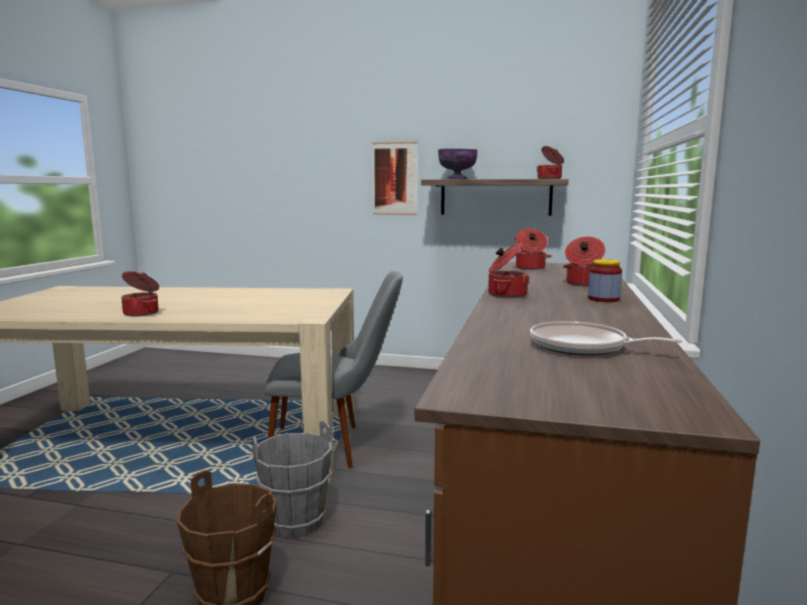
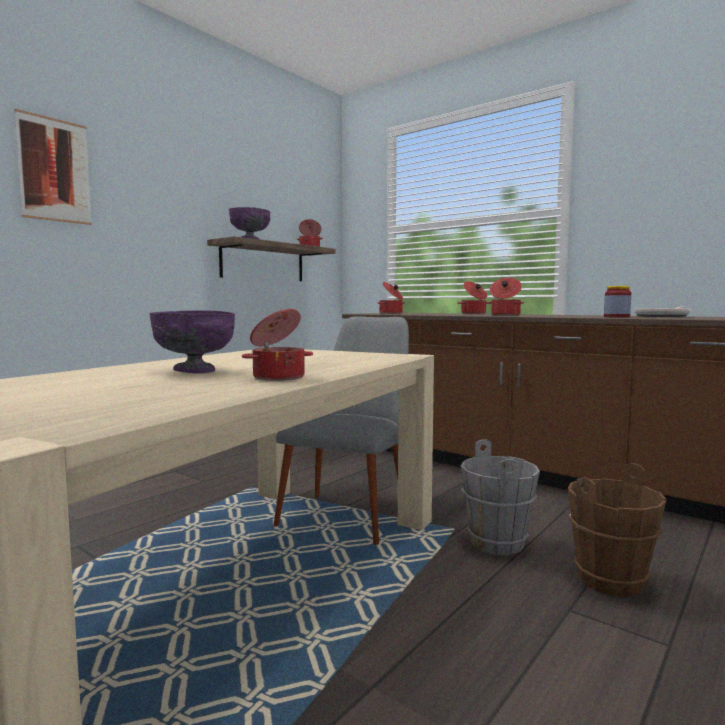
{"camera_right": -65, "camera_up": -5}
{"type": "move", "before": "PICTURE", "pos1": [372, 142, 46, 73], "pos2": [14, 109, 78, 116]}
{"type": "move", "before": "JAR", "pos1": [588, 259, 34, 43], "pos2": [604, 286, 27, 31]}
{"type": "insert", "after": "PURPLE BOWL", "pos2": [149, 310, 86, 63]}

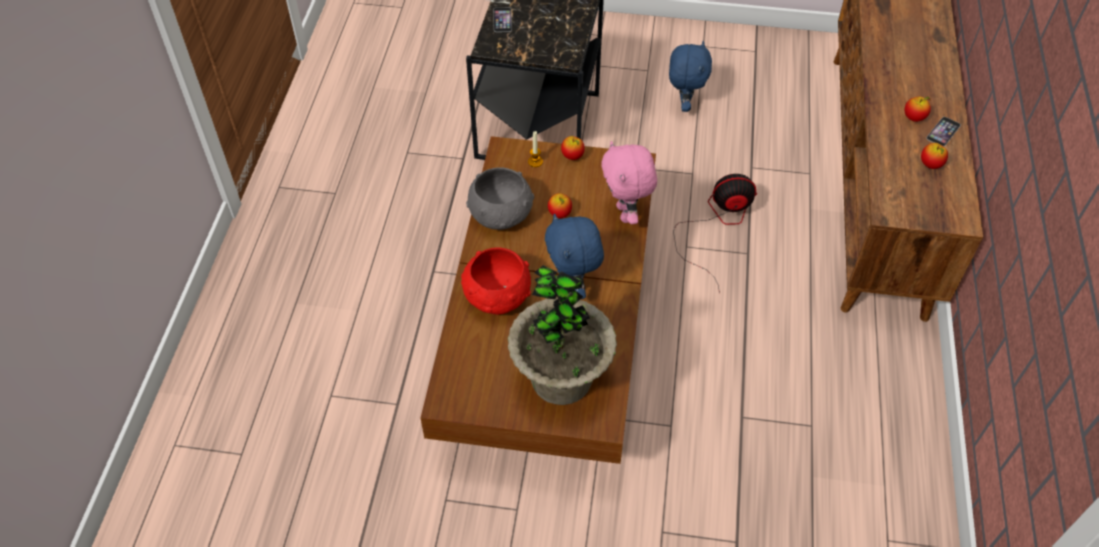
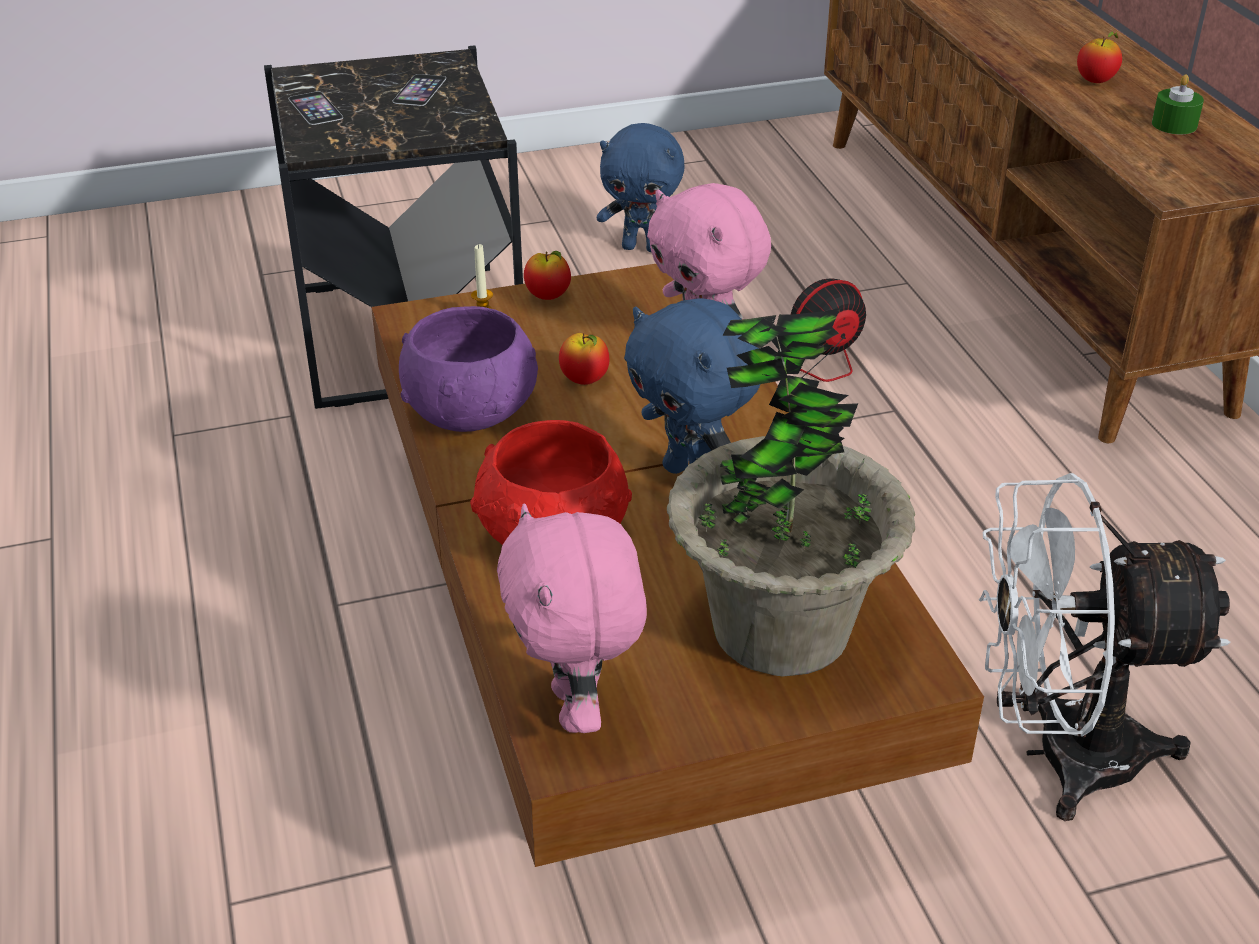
{"camera_right": -25, "camera_up": -15}
{"type": "recolor", "before": "GREY BOWL", "after": "PURPLE BOWL", "pos1": [466, 167, 68, 63], "pos2": [399, 306, 139, 126]}
{"type": "rotate", "before": "BLUE PLUSH TOY", "pos1": [669, 41, 43, 71], "pos2": [597, 123, 88, 129], "turn": 120}
{"type": "replace", "before": "APPLE", "after": "GREEN CANDLE", "pos1": [921, 143, 27, 26], "pos2": [1152, 74, 52, 60]}
{"type": "move", "before": "PHONE", "pos1": [926, 117, 35, 30], "pos2": [393, 74, 53, 32]}
{"type": "insert", "after": "PINK PLUSH TOY", "pos2": [497, 504, 150, 229]}
{"type": "insert", "after": "WHITE FAN", "pos2": [979, 473, 251, 348]}

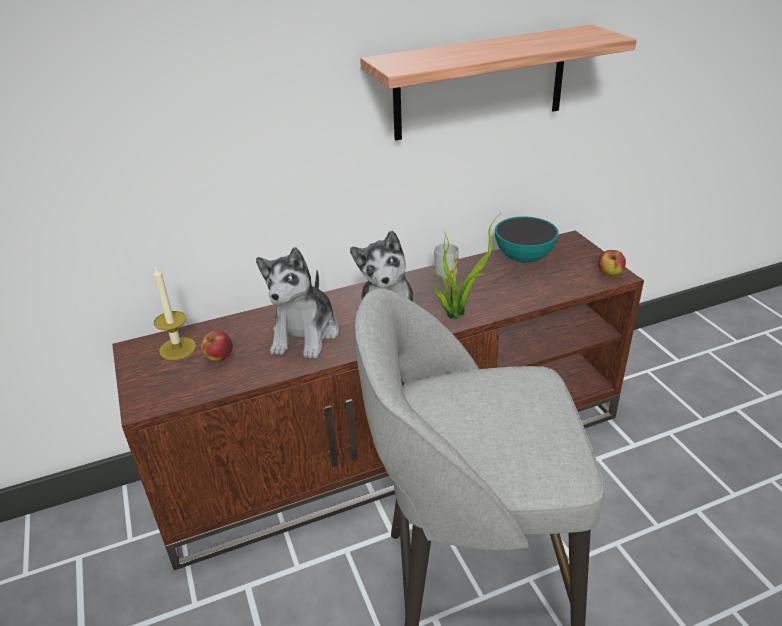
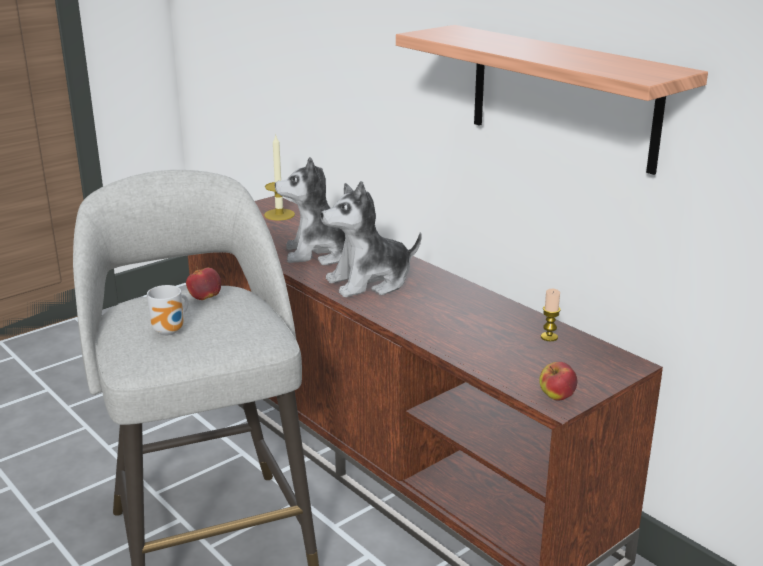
{"camera_right": 70, "camera_up": -10}
{"type": "move", "before": "APPLE", "pos1": [201, 331, 32, 31], "pos2": [186, 266, 35, 34]}
{"type": "delete", "before": "POTTED PLANT", "pos1": [432, 213, 69, 106]}
{"type": "move", "before": "MUG", "pos1": [434, 243, 25, 37], "pos2": [147, 285, 41, 51]}
{"type": "replace", "before": "BOWL", "after": "CANDLE", "pos1": [495, 216, 64, 47], "pos2": [541, 289, 20, 52]}

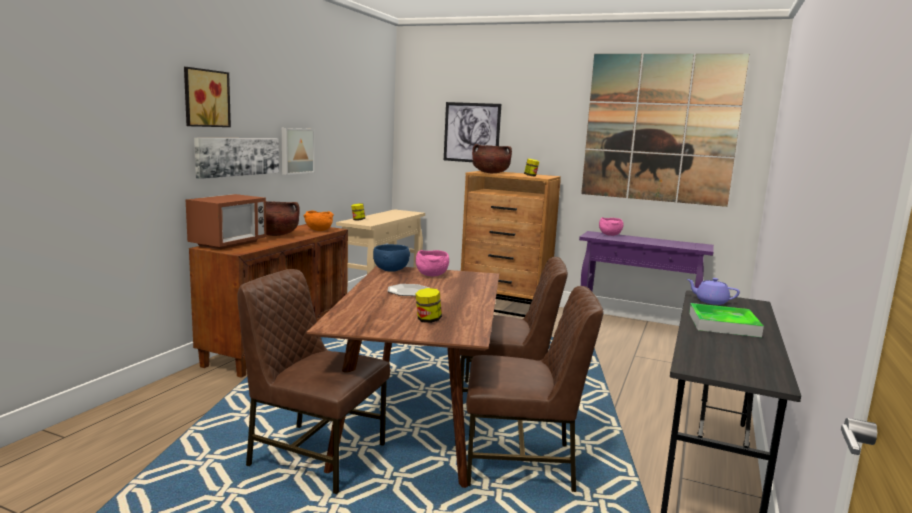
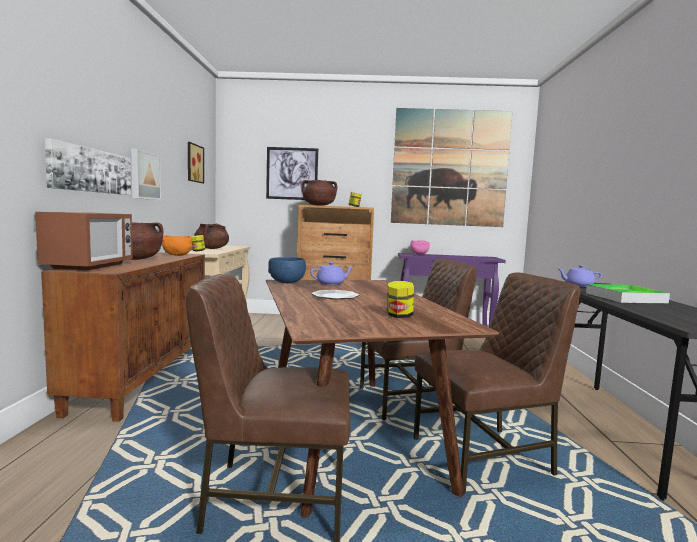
{"camera_right": -20, "camera_up": -5}
{"type": "move", "before": "PICTURE", "pos1": [184, 67, 47, 60], "pos2": [188, 142, 16, 41]}
{"type": "replace", "before": "PINK BOWL", "after": "PURPLE TEAPOT", "pos1": [416, 250, 33, 26], "pos2": [310, 262, 43, 23]}
{"type": "insert", "after": "BROWN COOKING POT", "pos2": [194, 224, 35, 25]}

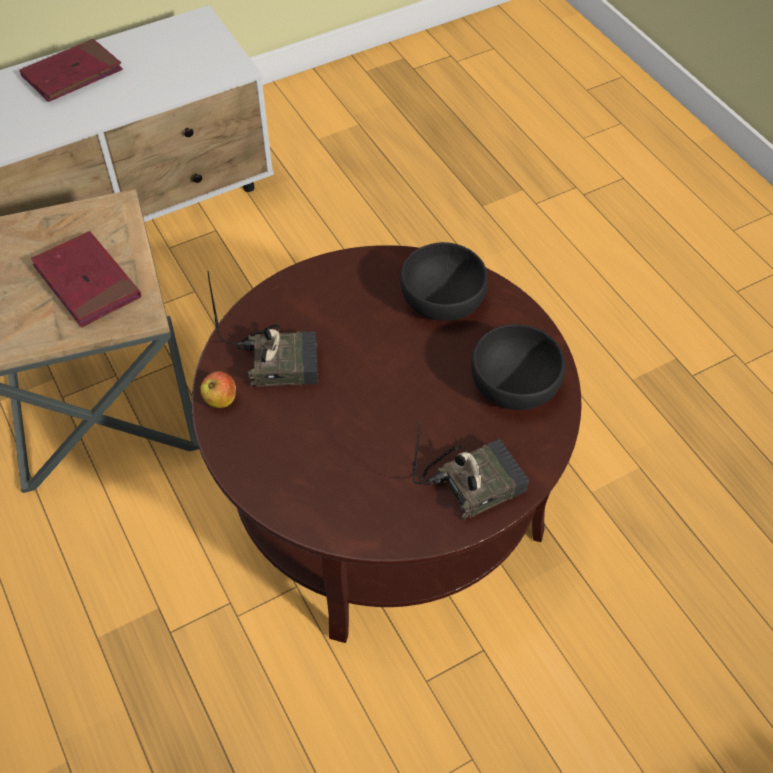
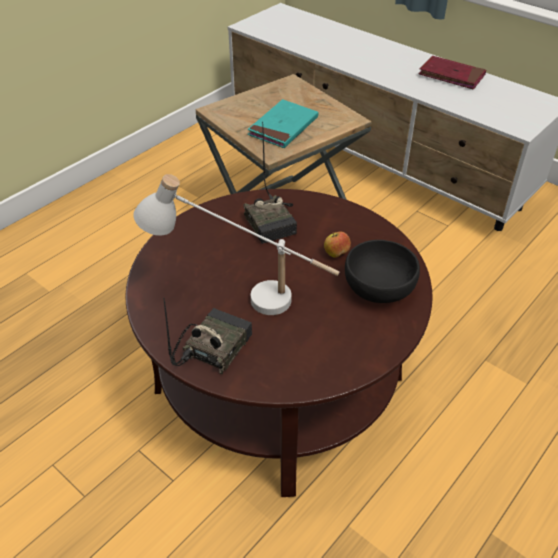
{"camera_right": 70, "camera_up": -10}
{"type": "recolor", "before": "RED BOOK", "after": "TURQUOISE BOOK", "pos1": [31, 231, 110, 96], "pos2": [248, 99, 70, 49]}
{"type": "move", "before": "APPLE", "pos1": [200, 371, 36, 37], "pos2": [324, 232, 27, 25]}
{"type": "rotate", "before": "RADIO", "pos1": [412, 420, 117, 100], "pos2": [163, 298, 89, 77], "turn": -105}
{"type": "delete", "before": "BLACK BOWL", "pos1": [471, 324, 95, 86]}
{"type": "insert", "after": "WHITE TABLE LAMP", "pos2": [133, 174, 206, 141]}

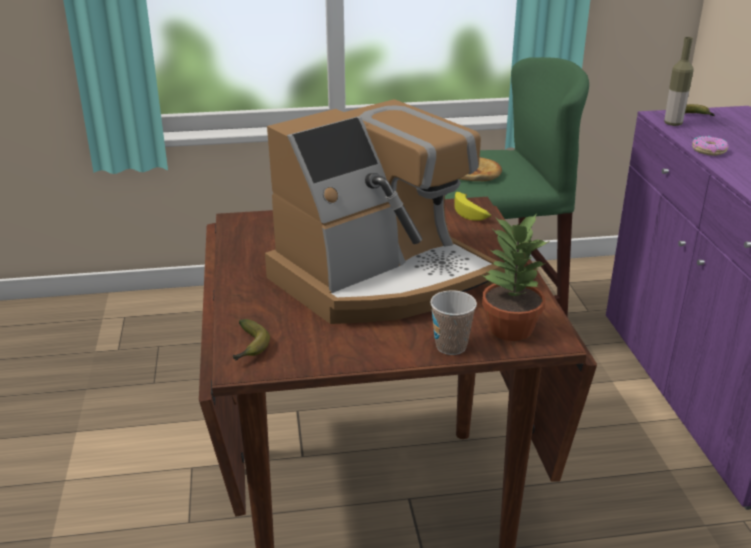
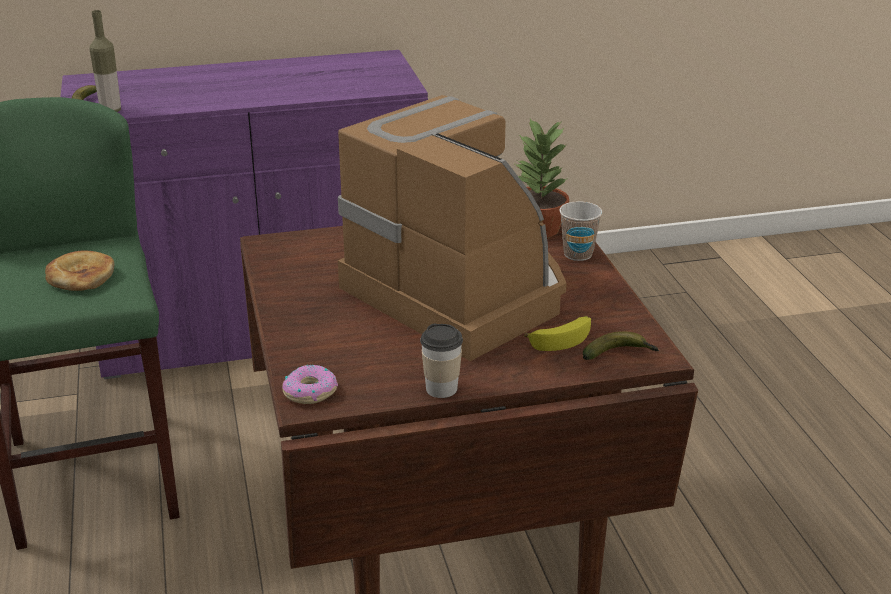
{"camera_right": -95, "camera_up": 0}
{"type": "move", "before": "BANANA", "pos1": [454, 192, 37, 29], "pos2": [524, 316, 67, 35]}
{"type": "move", "before": "DONUT", "pos1": [692, 136, 37, 20], "pos2": [282, 365, 56, 39]}
{"type": "insert", "after": "CUP", "pos2": [420, 324, 43, 74]}

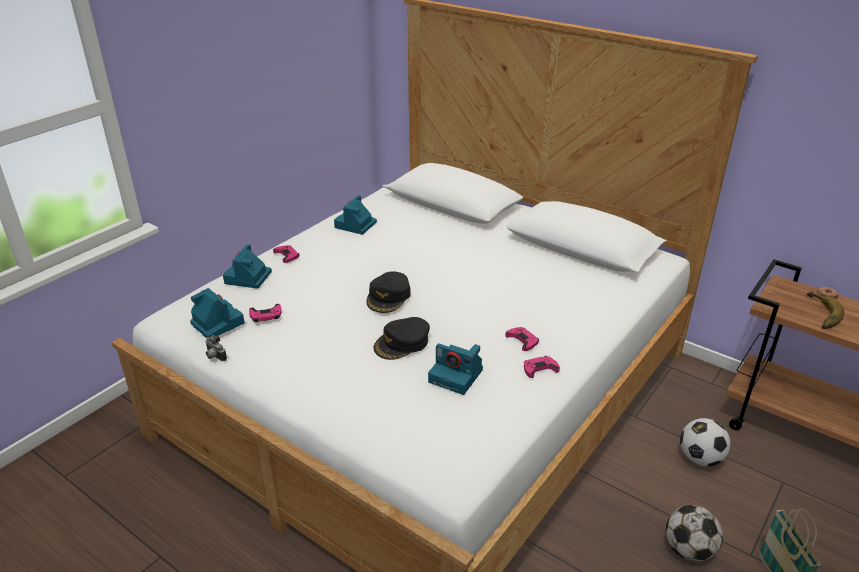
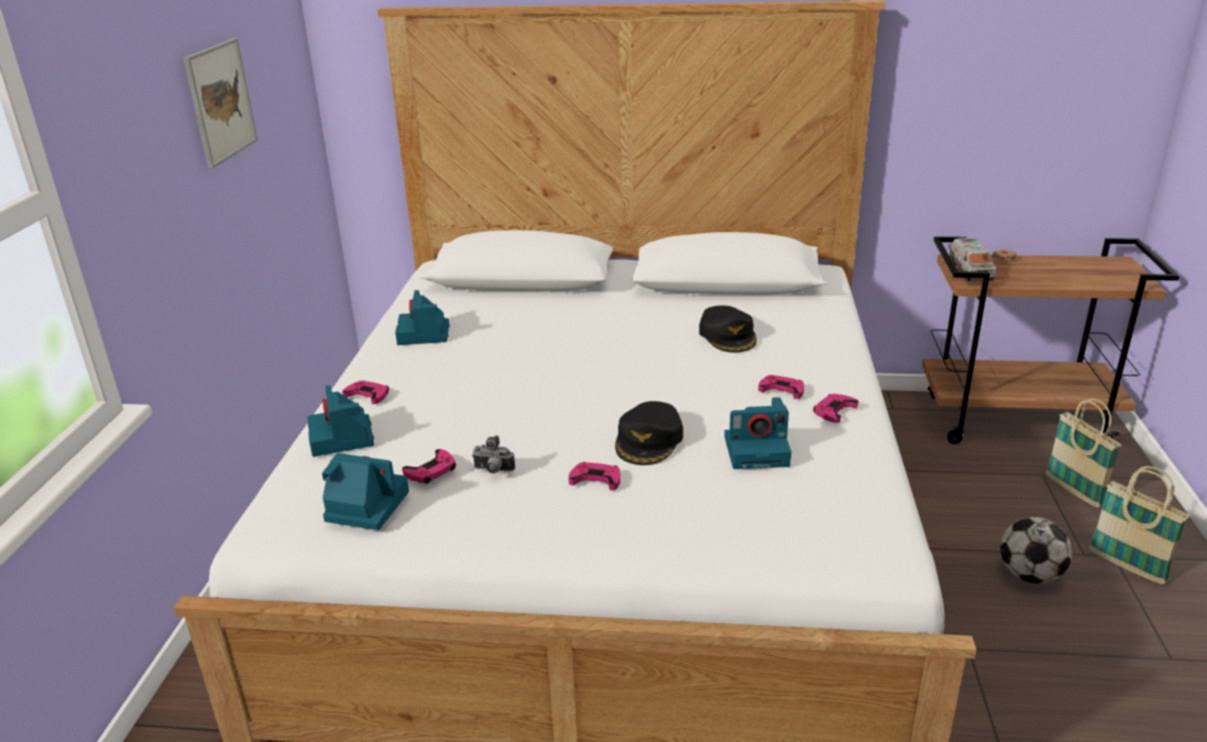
{"camera_right": -30, "camera_up": -5}
{"type": "move", "before": "PHOTO CAMERA", "pos1": [206, 335, 21, 26], "pos2": [472, 435, 43, 39]}
{"type": "move", "before": "BLACK CAP", "pos1": [367, 272, 44, 41], "pos2": [699, 305, 58, 48]}
{"type": "delete", "before": "FOOTBALL", "pos1": [680, 418, 51, 48]}
{"type": "delete", "before": "BANANA", "pos1": [807, 291, 37, 38]}
{"type": "insert", "after": "PICTURE", "pos2": [183, 38, 75, 131]}
{"type": "insert", "after": "PINK GAME CONTROLLER", "pos2": [569, 462, 51, 28]}
{"type": "insert", "after": "TOY TRUCK", "pos2": [949, 238, 47, 43]}
{"type": "insert", "after": "BASKET", "pos2": [1046, 398, 76, 110]}

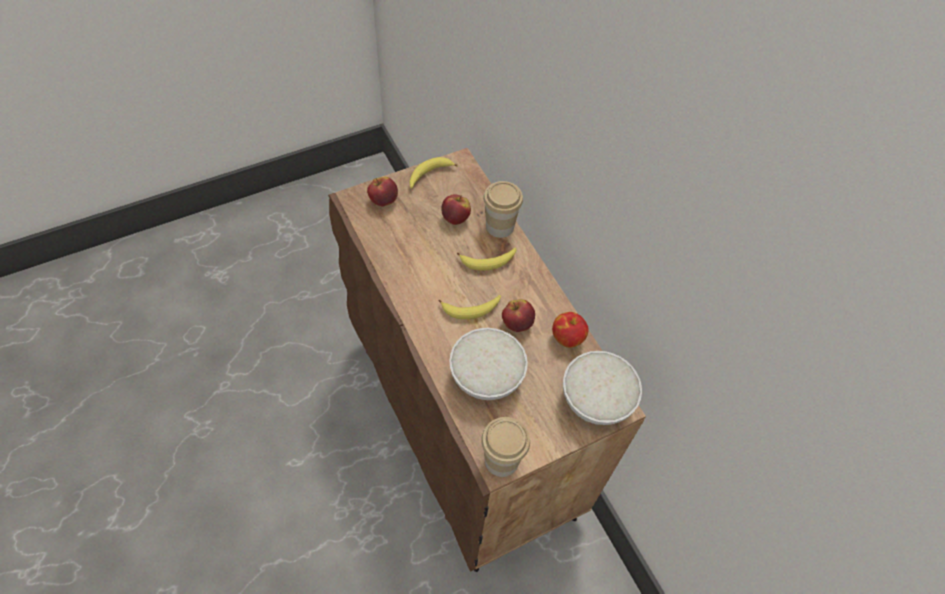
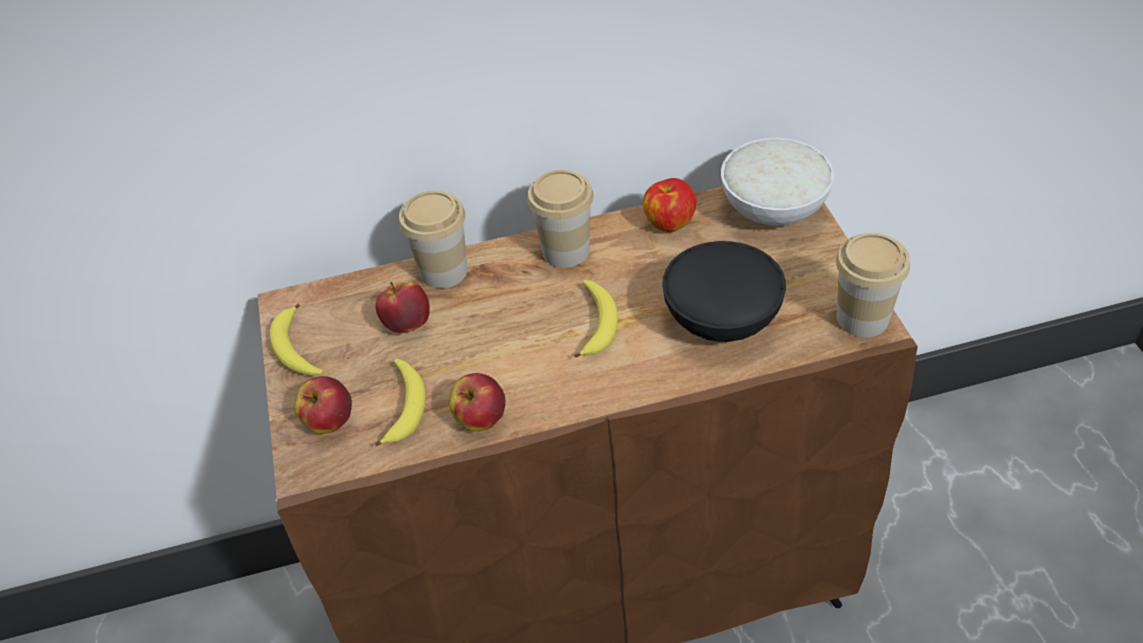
{"camera_right": -70, "camera_up": -10}
{"type": "recolor", "before": "WHITE BOWL", "after": "BLACK BOWL", "pos1": [449, 328, 79, 72], "pos2": [662, 241, 124, 101]}
{"type": "move", "before": "BANANA", "pos1": [457, 248, 60, 23], "pos2": [375, 359, 51, 87]}
{"type": "move", "before": "APPLE", "pos1": [502, 299, 33, 33], "pos2": [449, 373, 57, 58]}
{"type": "insert", "after": "CUP", "pos2": [527, 170, 67, 98]}

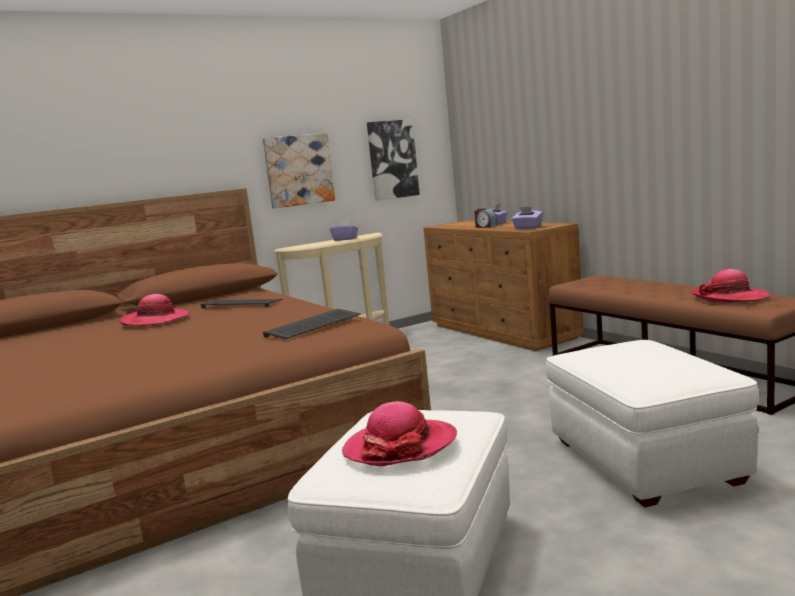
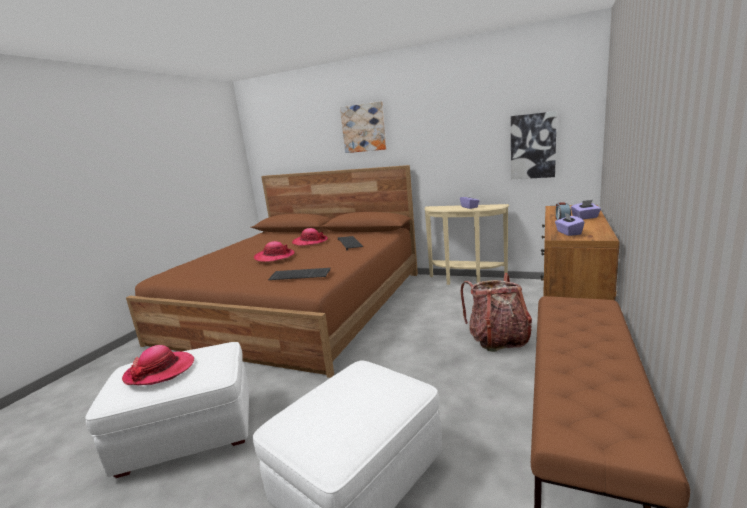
{"camera_right": 55, "camera_up": 5}
{"type": "move", "before": "PICTURE", "pos1": [263, 133, 72, 75], "pos2": [340, 101, 47, 52]}
{"type": "move", "before": "HAT", "pos1": [691, 269, 79, 34], "pos2": [254, 241, 41, 21]}
{"type": "insert", "after": "BACKPACK", "pos2": [461, 273, 71, 79]}

